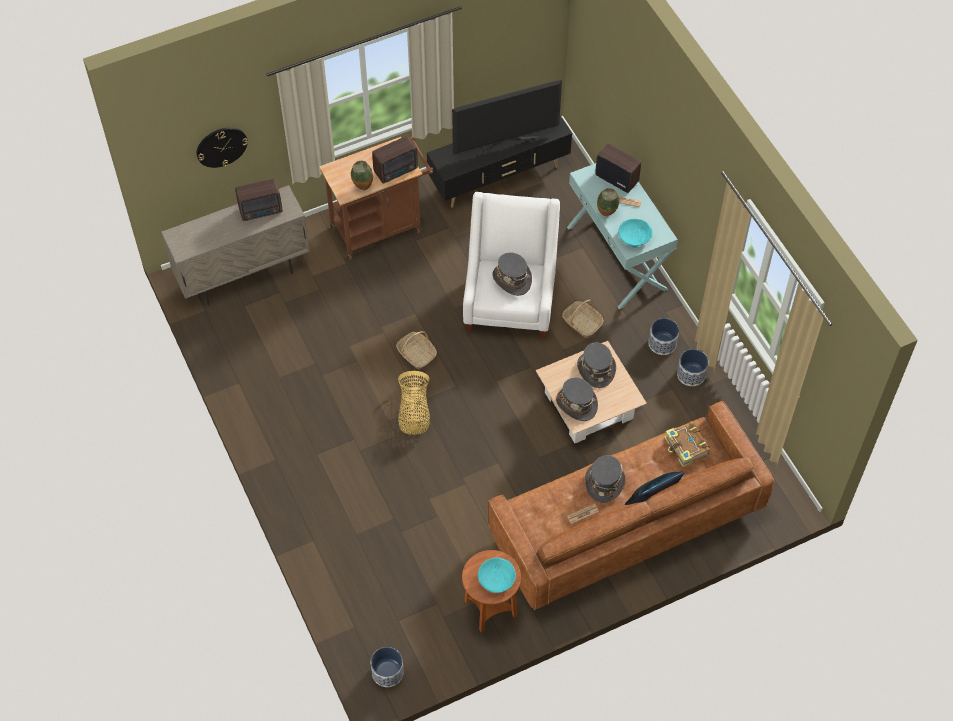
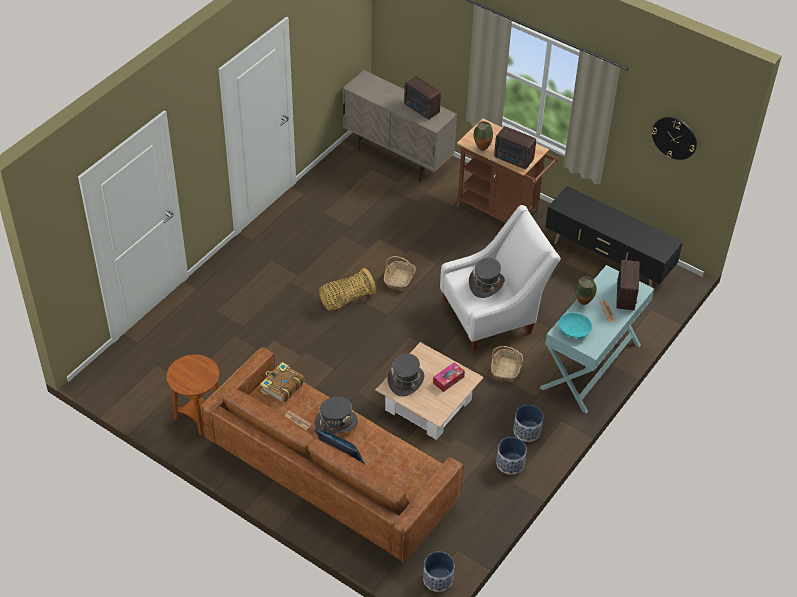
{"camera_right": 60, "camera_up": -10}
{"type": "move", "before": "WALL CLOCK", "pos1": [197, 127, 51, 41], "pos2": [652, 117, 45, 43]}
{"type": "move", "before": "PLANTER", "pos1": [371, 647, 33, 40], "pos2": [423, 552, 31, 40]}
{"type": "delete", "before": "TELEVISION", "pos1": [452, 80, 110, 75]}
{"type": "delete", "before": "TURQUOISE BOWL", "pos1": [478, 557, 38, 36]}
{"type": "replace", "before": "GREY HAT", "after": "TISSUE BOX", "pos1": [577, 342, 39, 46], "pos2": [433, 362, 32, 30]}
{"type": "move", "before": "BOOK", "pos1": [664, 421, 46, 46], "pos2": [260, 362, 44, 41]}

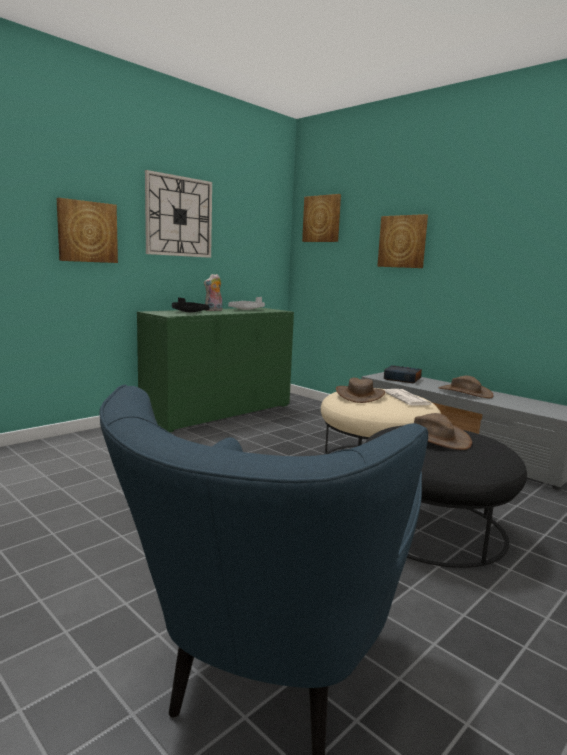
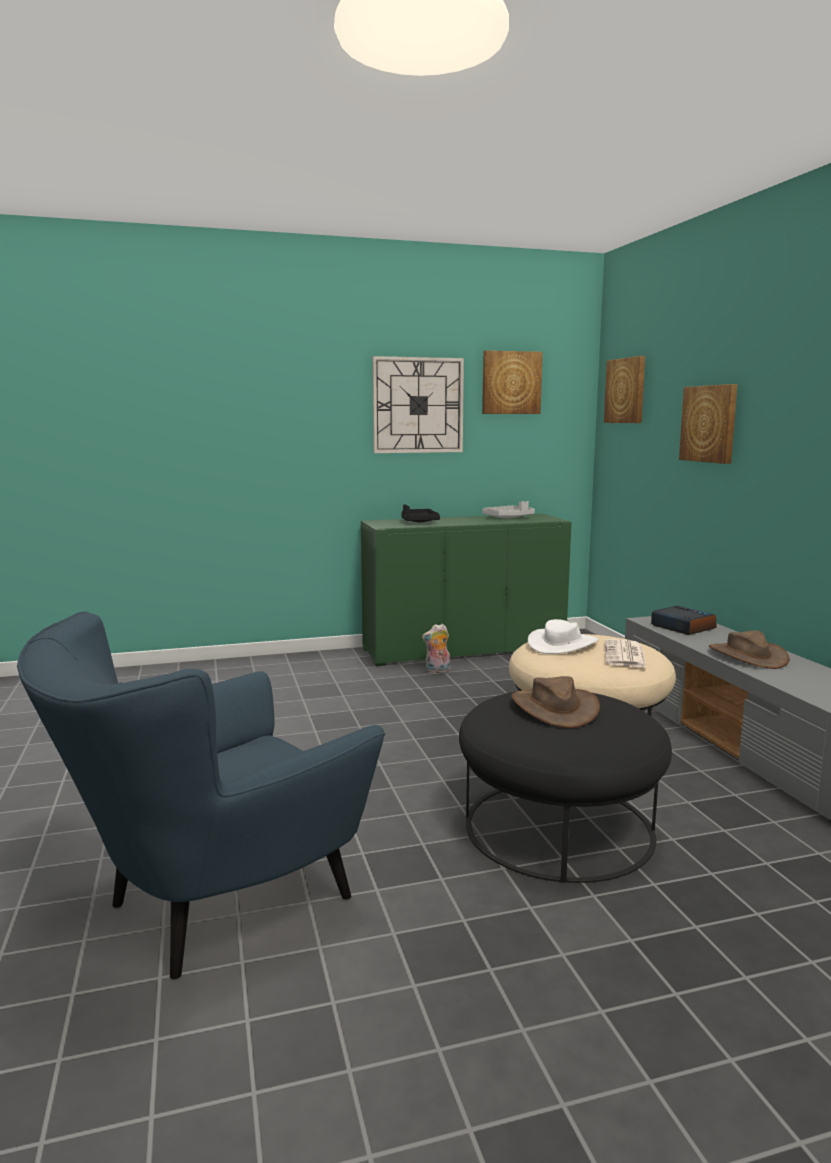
{"camera_right": 30, "camera_up": 0}
{"type": "move", "before": "PICTURE", "pos1": [57, 198, 61, 65], "pos2": [482, 350, 61, 64]}
{"type": "move", "before": "PLUSH TOY", "pos1": [204, 274, 18, 37], "pos2": [422, 624, 28, 49]}
{"type": "recolor", "before": "BROWN HAT", "after": "WHITE HAT", "pos1": [336, 378, 49, 25], "pos2": [528, 619, 71, 35]}

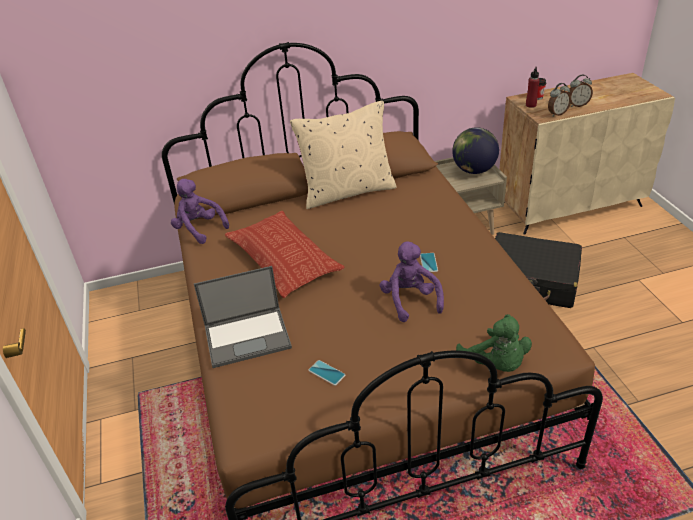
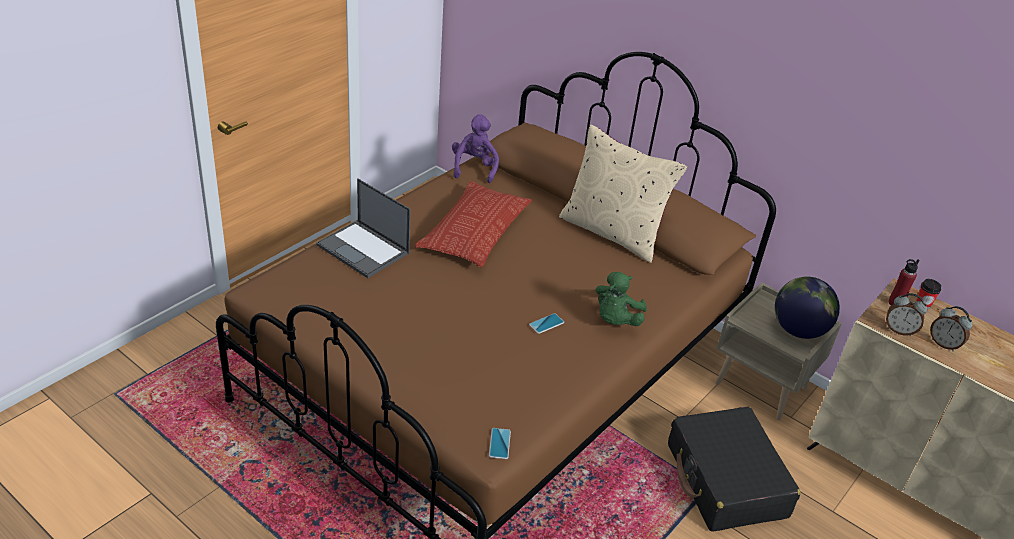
{"camera_right": 50, "camera_up": 0}
{"type": "move", "before": "PHONE", "pos1": [308, 360, 38, 26], "pos2": [489, 428, 22, 31]}
{"type": "delete", "before": "PURPLE PLUSH TOY", "pos1": [379, 242, 65, 80]}
{"type": "move", "before": "GREEN PLUSH TOY", "pos1": [456, 314, 76, 58], "pos2": [595, 272, 52, 54]}

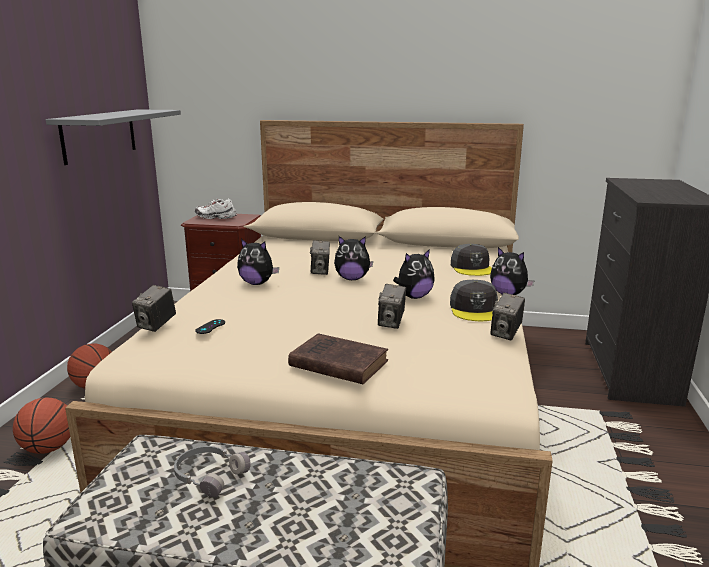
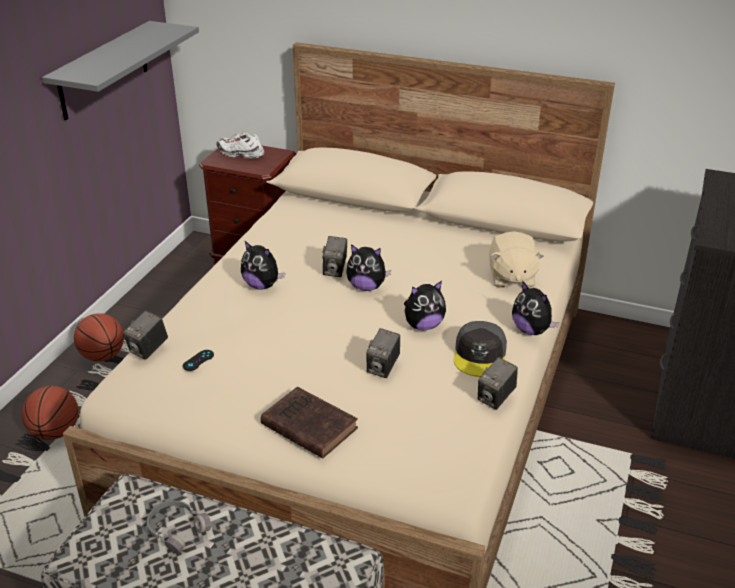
{"camera_right": 10, "camera_up": 15}
{"type": "replace", "before": "GREY CAP", "after": "BEIGE PLUSH TOY", "pos1": [451, 244, 41, 32], "pos2": [489, 231, 55, 57]}

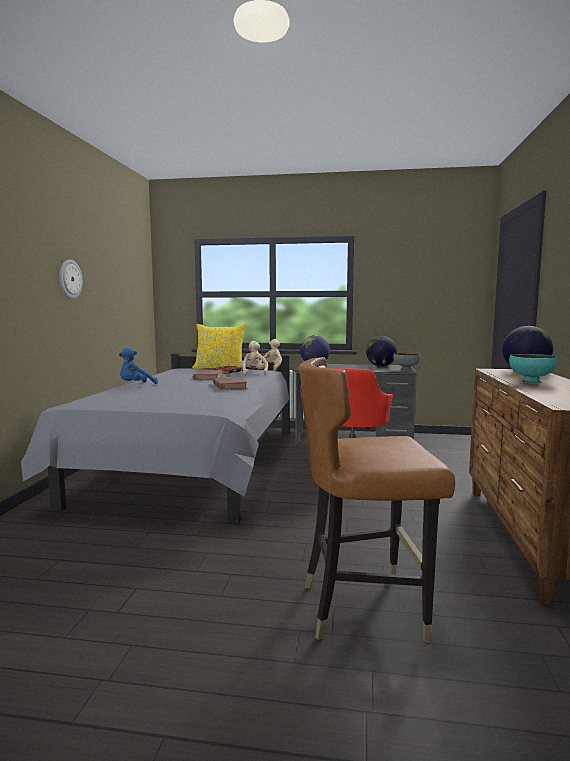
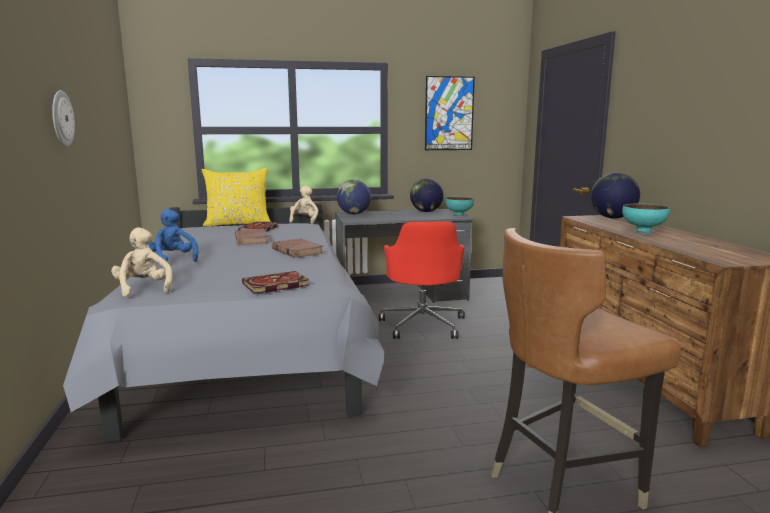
{"camera_right": -20, "camera_up": 5}
{"type": "rotate", "before": "BLUE PLUSH TOY", "pos1": [119, 348, 39, 36], "pos2": [148, 209, 50, 53], "turn": 120}
{"type": "move", "before": "BEIGE PLUSH TOY", "pos1": [239, 341, 29, 34], "pos2": [111, 227, 62, 70]}
{"type": "recolor", "before": "GREY BOWL", "after": "TURQUOISE BOWL", "pos1": [393, 353, 27, 18], "pos2": [445, 197, 29, 20]}
{"type": "insert", "after": "BOOK", "pos2": [242, 271, 68, 23]}
{"type": "insert", "after": "PICTURE", "pos2": [425, 76, 50, 74]}

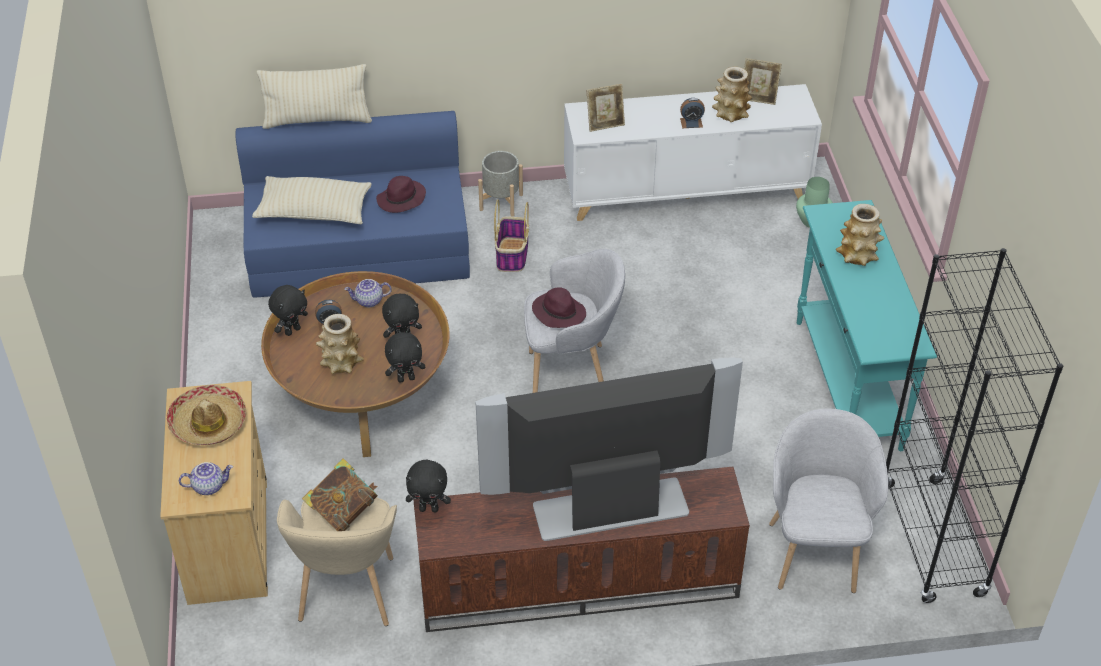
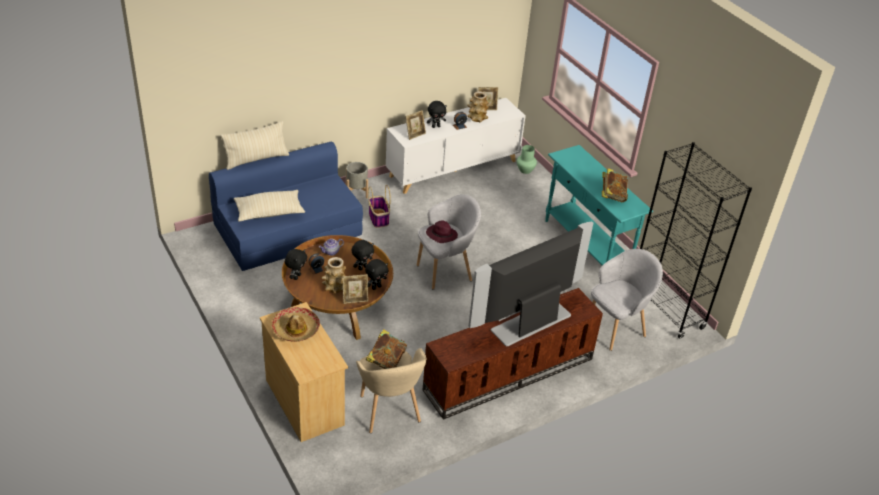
{"camera_right": -25, "camera_up": -5}
{"type": "delete", "before": "TEAPOT", "pos1": [179, 462, 54, 33]}
{"type": "delete", "before": "PURPLE HAT", "pos1": [376, 176, 50, 37]}
{"type": "move", "before": "BLACK PLUSH TOY", "pos1": [406, 460, 45, 53], "pos2": [427, 101, 20, 27]}
{"type": "rotate", "before": "GREY ARMCHAIR", "pos1": [769, 409, 119, 184], "pos2": [591, 249, 72, 102], "turn": 75}
{"type": "delete", "before": "VASE", "pos1": [836, 204, 48, 62]}
{"type": "insert", "after": "PICTURE FRAME", "pos2": [342, 274, 26, 30]}
{"type": "insert", "after": "BOOK", "pos2": [602, 168, 26, 34]}

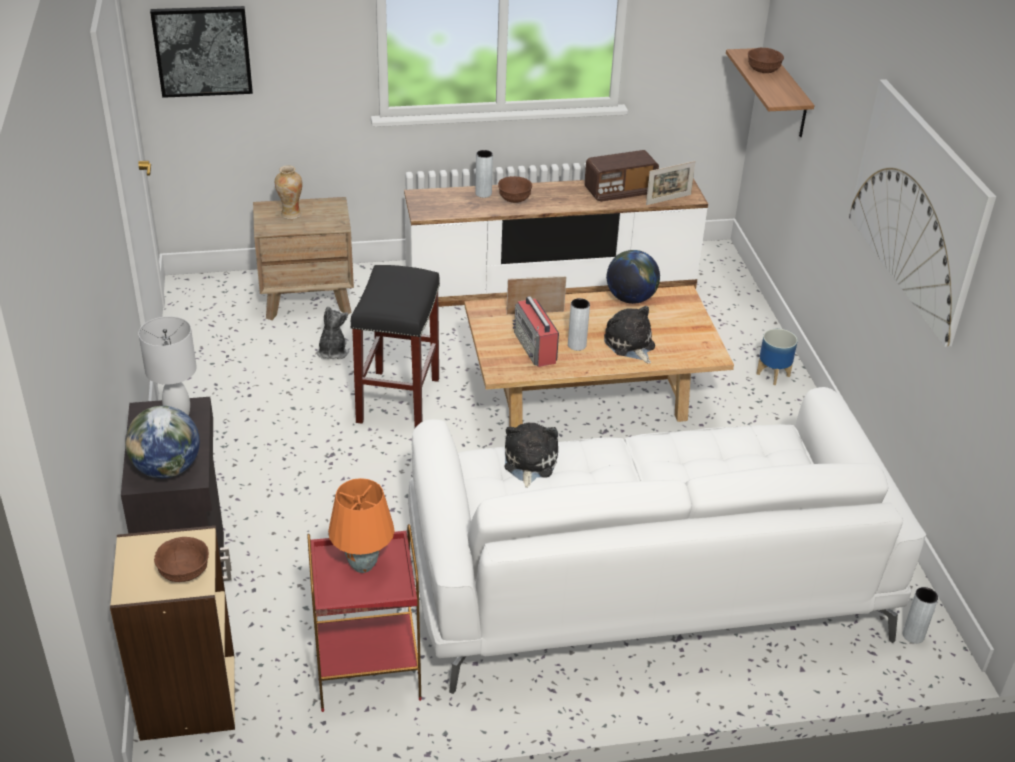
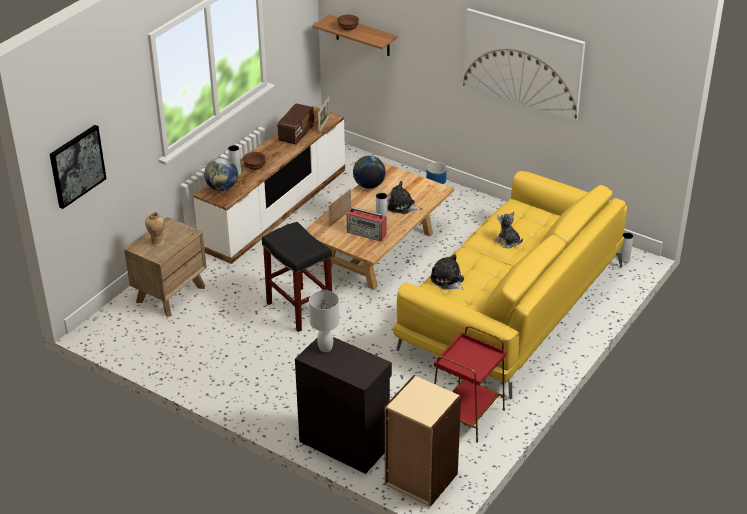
{"camera_right": -45, "camera_up": 0}
{"type": "move", "before": "GLOBE", "pos1": [125, 406, 75, 72], "pos2": [204, 158, 34, 34]}
{"type": "delete", "before": "BROWN BOWL", "pos1": [154, 537, 55, 45]}
{"type": "move", "before": "PLUSH TOY", "pos1": [317, 306, 32, 53], "pos2": [494, 211, 29, 37]}
{"type": "delete", "before": "ORANGE TABLE LAMP", "pos1": [328, 478, 67, 95]}
{"type": "recolor", "before": "WHITE SOFA", "after": "YELLOW SOFA", "pos1": [408, 387, 518, 307], "pos2": [393, 171, 234, 228]}

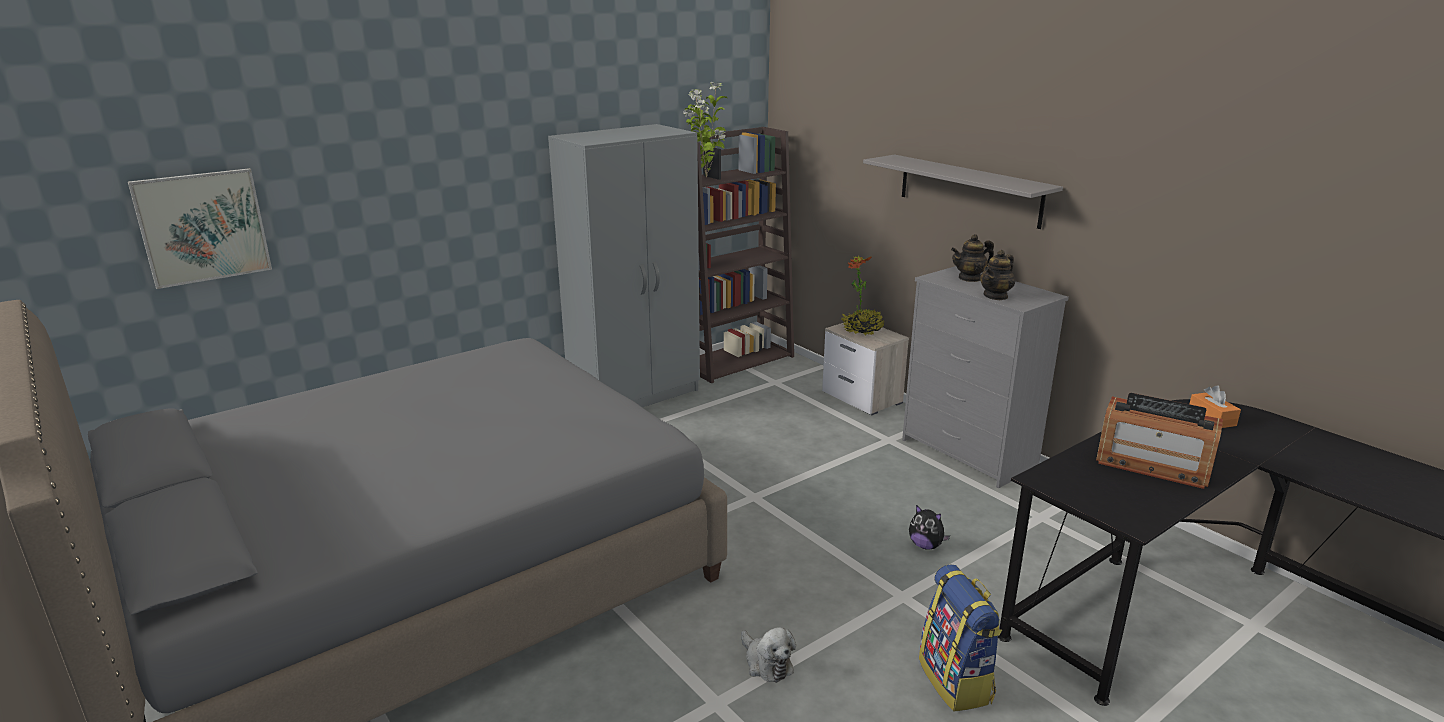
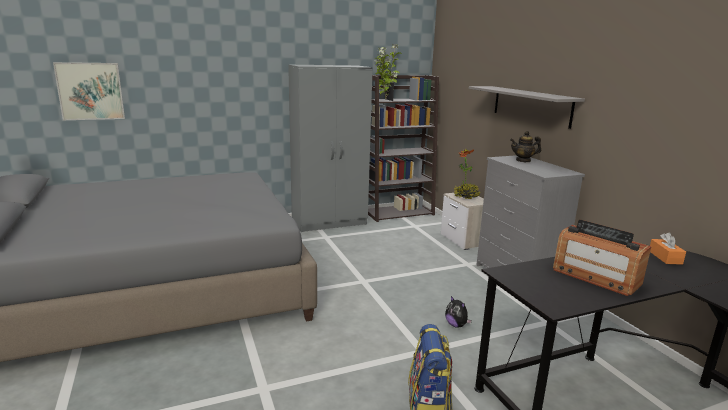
{"camera_right": 15, "camera_up": -5}
{"type": "delete", "before": "PLUSH TOY", "pos1": [741, 627, 55, 56]}
{"type": "delete", "before": "TEAPOT", "pos1": [980, 250, 35, 50]}

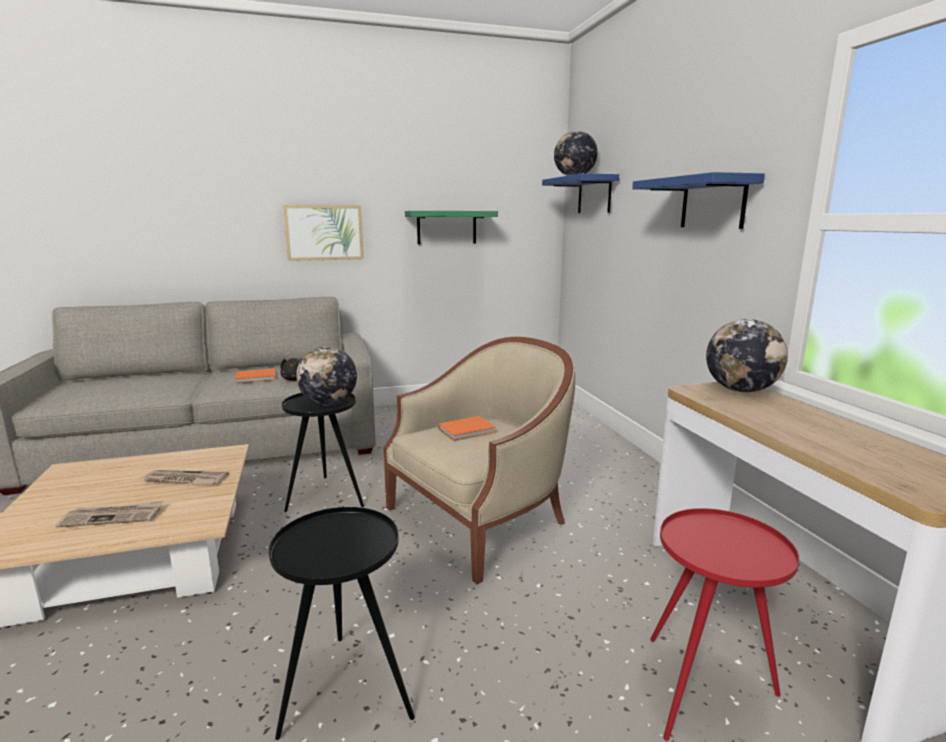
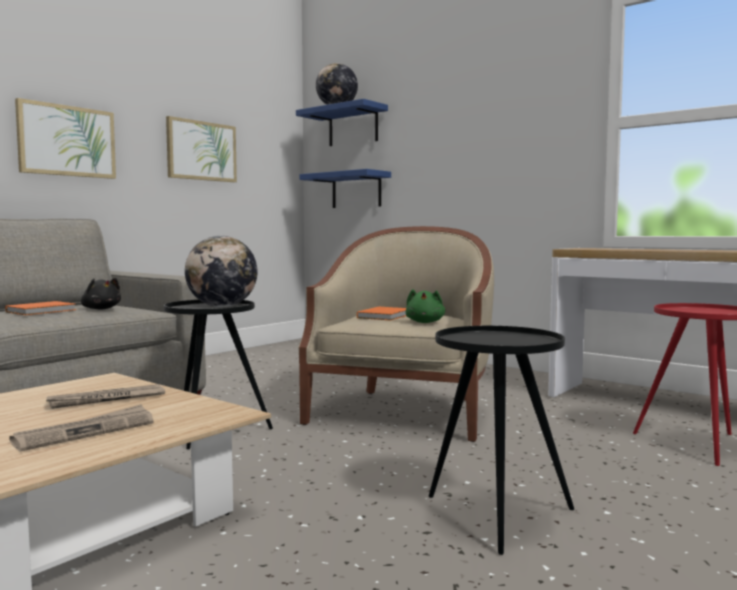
{"camera_right": -35, "camera_up": -10}
{"type": "replace", "before": "GREEN SHELF", "after": "PICTURE", "pos1": [405, 211, 93, 33], "pos2": [166, 116, 71, 66]}
{"type": "move", "before": "BLUE SHELF", "pos1": [632, 172, 133, 57], "pos2": [299, 169, 92, 39]}
{"type": "delete", "before": "GLOBE", "pos1": [706, 319, 82, 73]}
{"type": "insert", "after": "GREEN PLUSH TOY", "pos2": [406, 289, 39, 34]}

